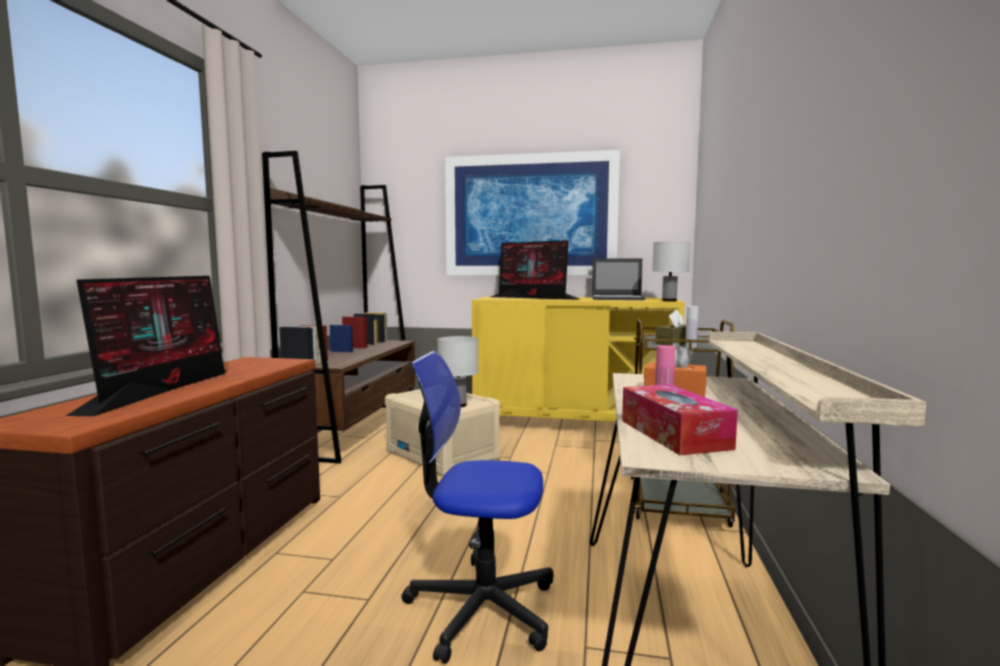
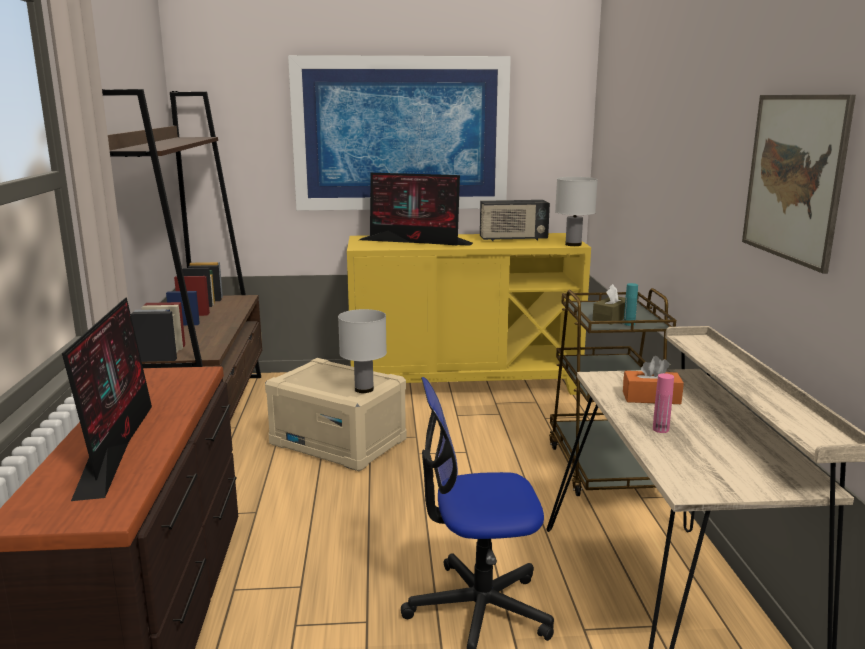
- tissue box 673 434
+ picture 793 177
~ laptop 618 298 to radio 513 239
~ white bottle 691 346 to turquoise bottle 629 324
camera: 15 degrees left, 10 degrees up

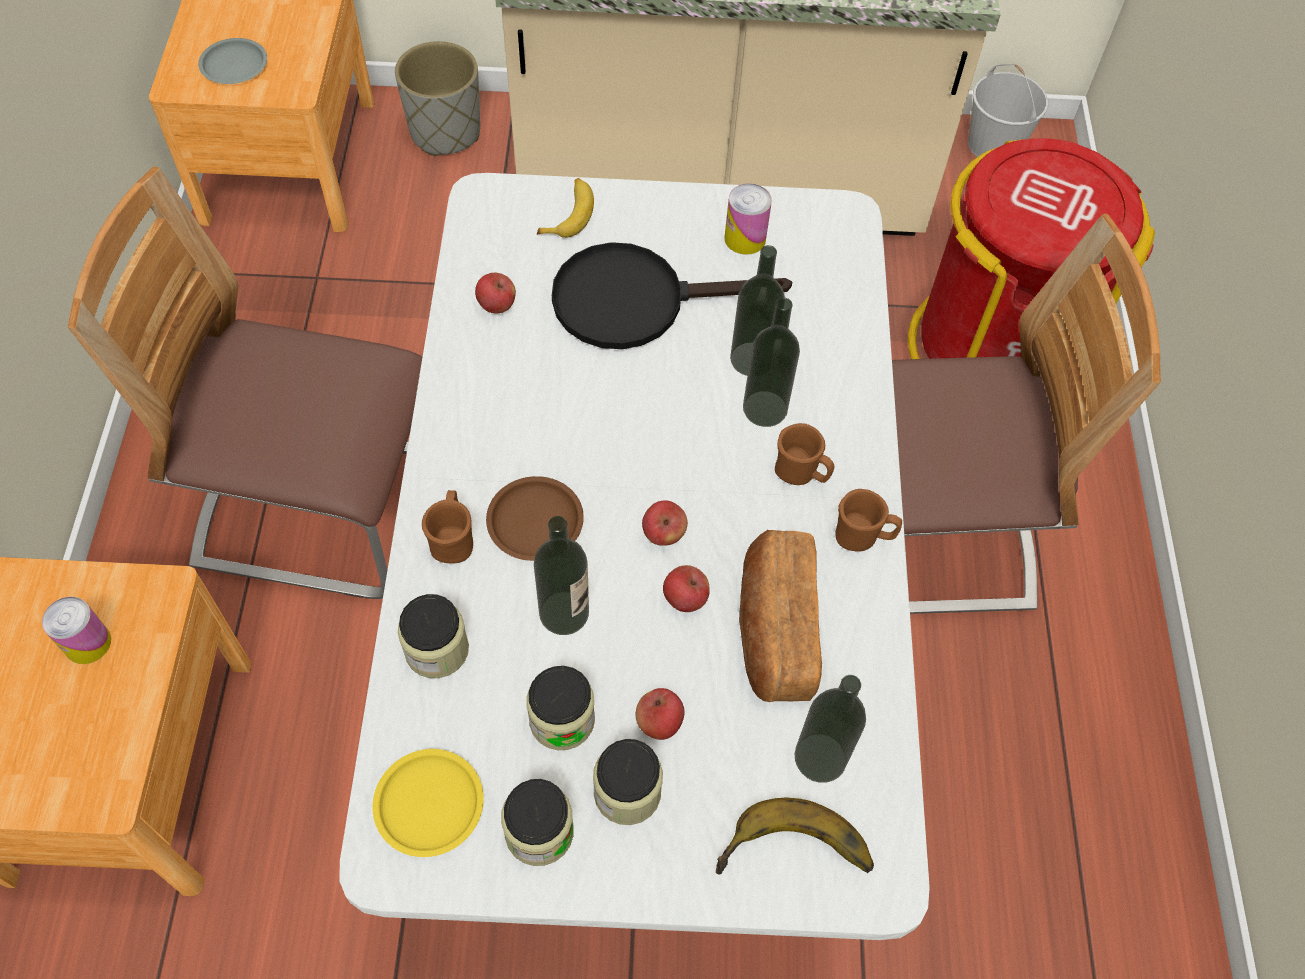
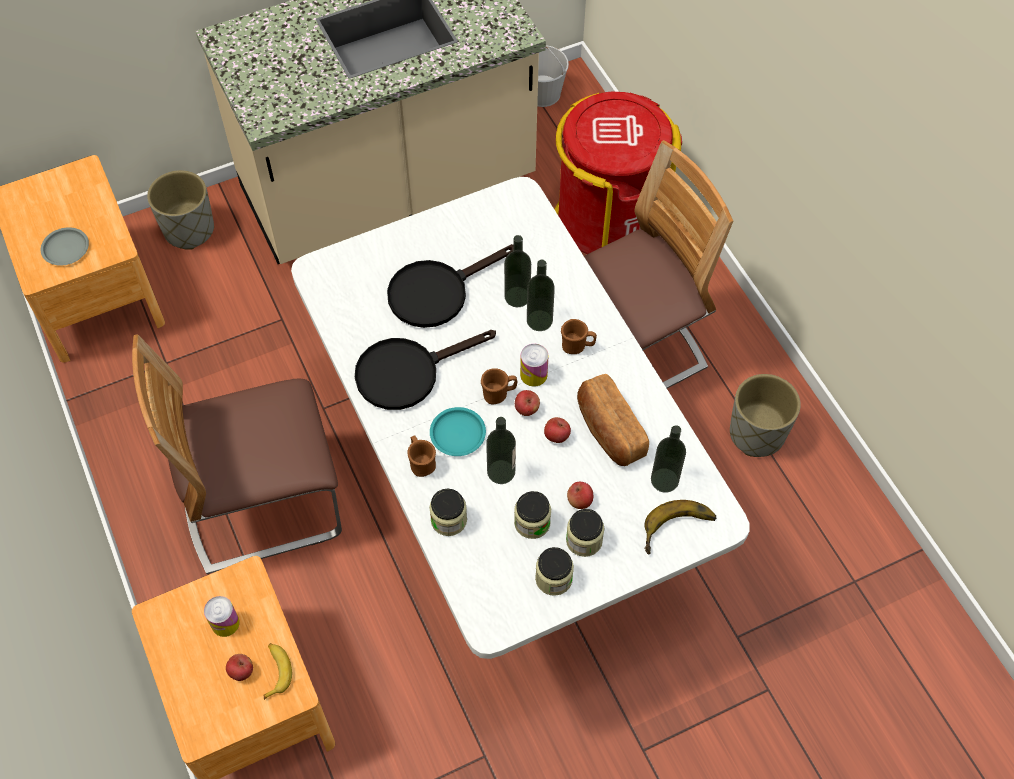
- yellow plate 430 804
+ black frying pan 408 372
+ grey planter 757 434
~ apple 496 305 to 241 671
~ banana 569 214 to 275 671
~ can 745 238 to 533 374
~ brown mug 862 537 to 499 394
~ brown plate 534 521 to turquoise plate 457 434
camera: 25 degrees left, 0 degrees up

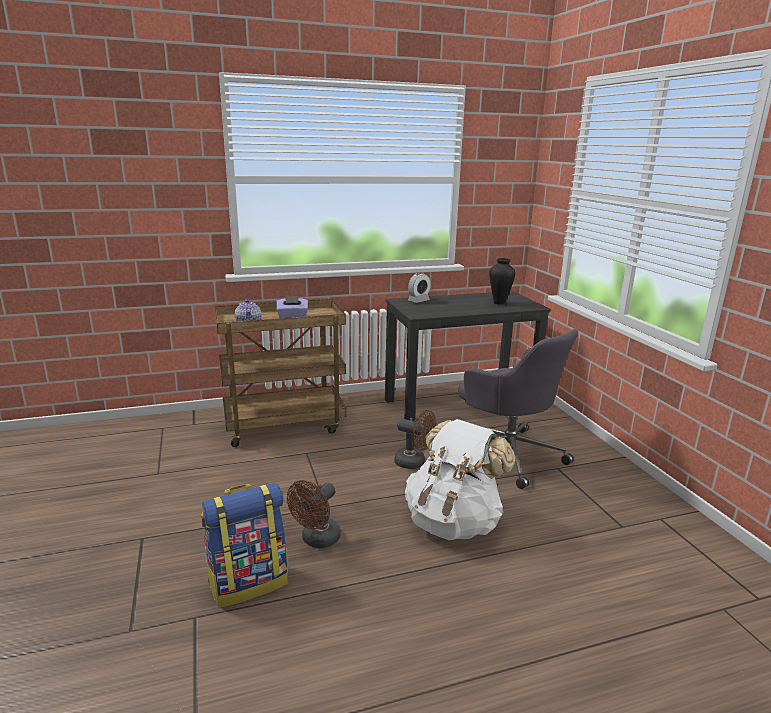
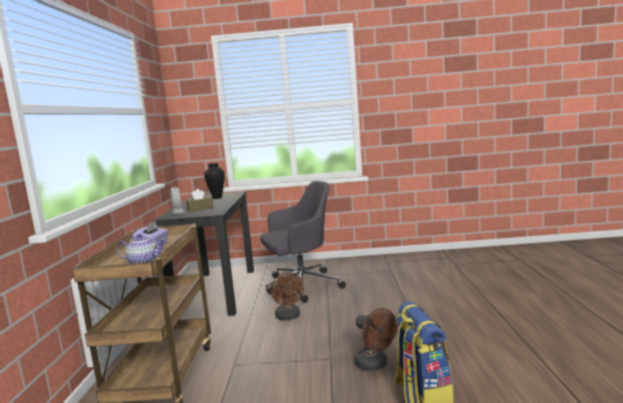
- white backpack 453 522
+ brown tissue box 200 209
~ brown fan 414 462 = 289 317 120 degrees clockwise
camera: 70 degrees left, 10 degrees down

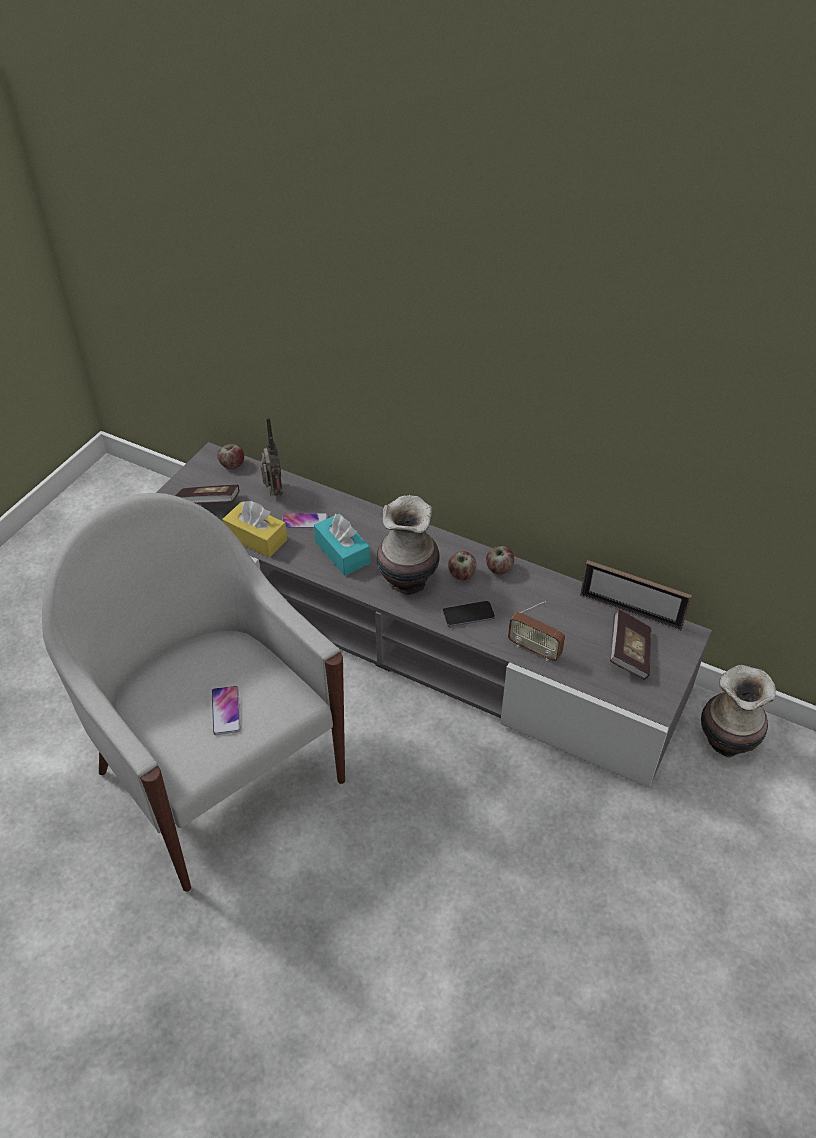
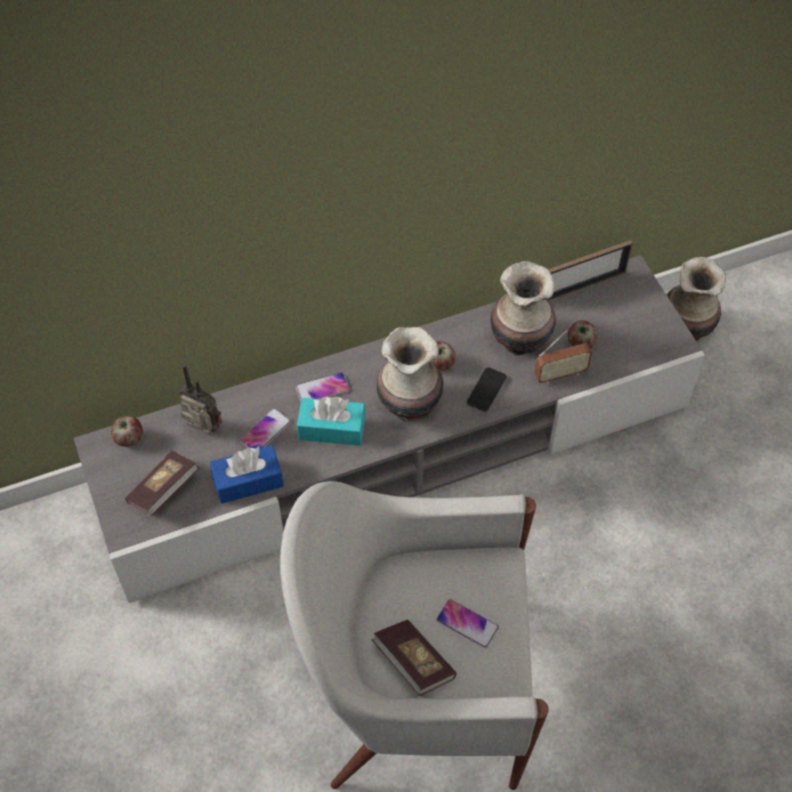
+ phone 322 389
+ vase 521 340
~ apple 499 569 to 580 343
~ book 629 653 to 413 663
~ yellow tissue box 256 538 to blue tissue box 248 481
camera: 50 degrees left, 10 degrees up

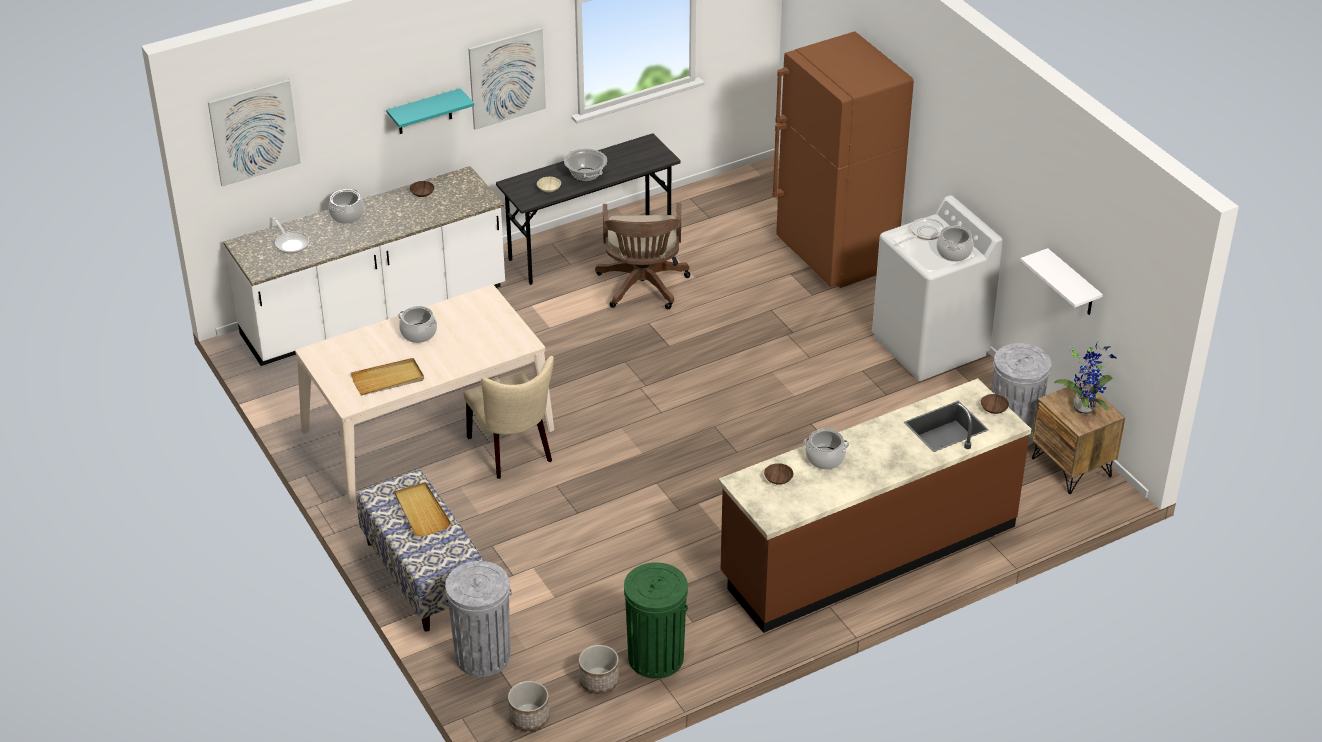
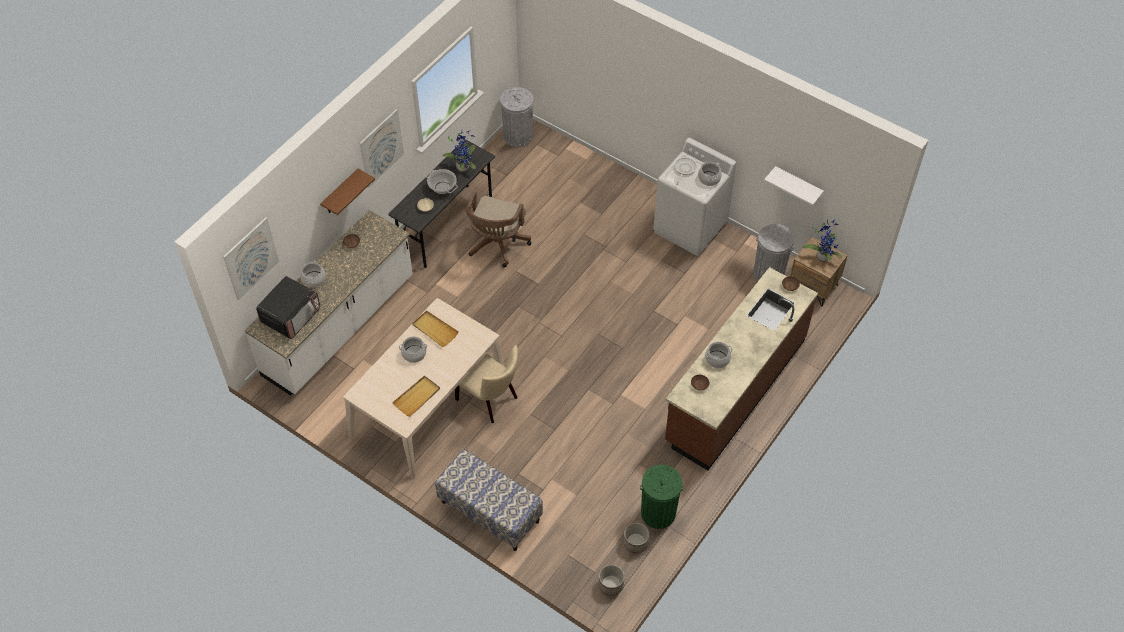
- brown fridge 835 256
+ potted plant 463 166
~ beige tray 421 511 to 435 330
~ grey trash can 483 656 to 518 136
~ frying pan 291 243 to microwave 291 315
~ turquoise shelf 424 112 to brown shelf 340 193
~ brown office chair 642 288 = 497 245 45 degrees clockwise
camera: 25 degrees left, 15 degrees up

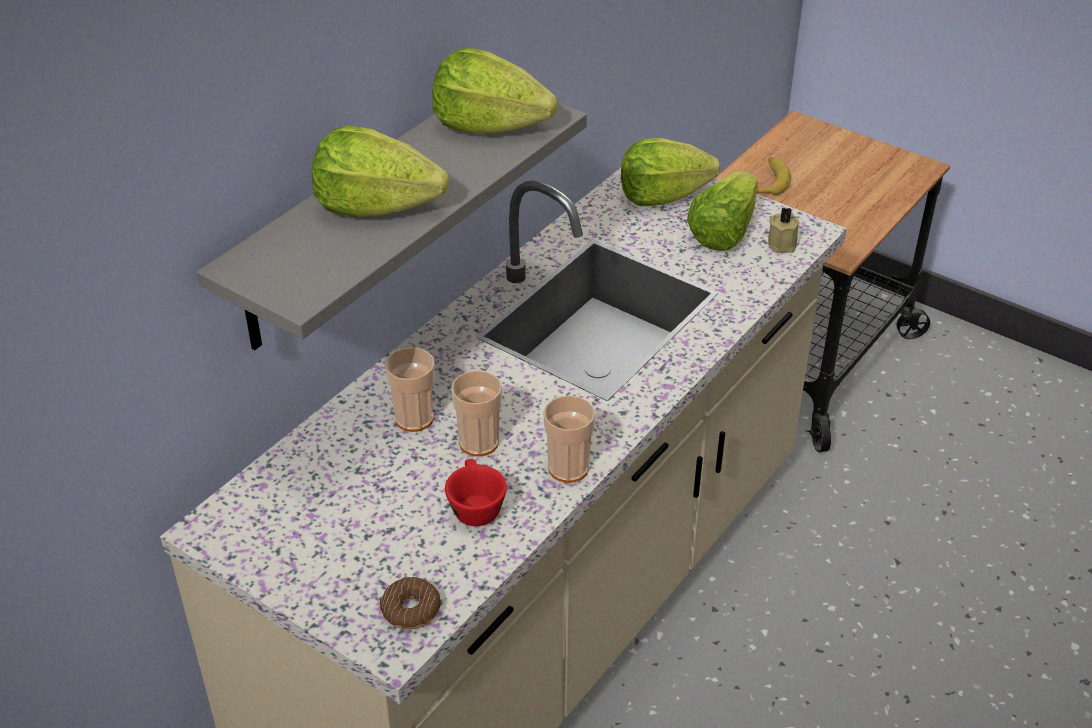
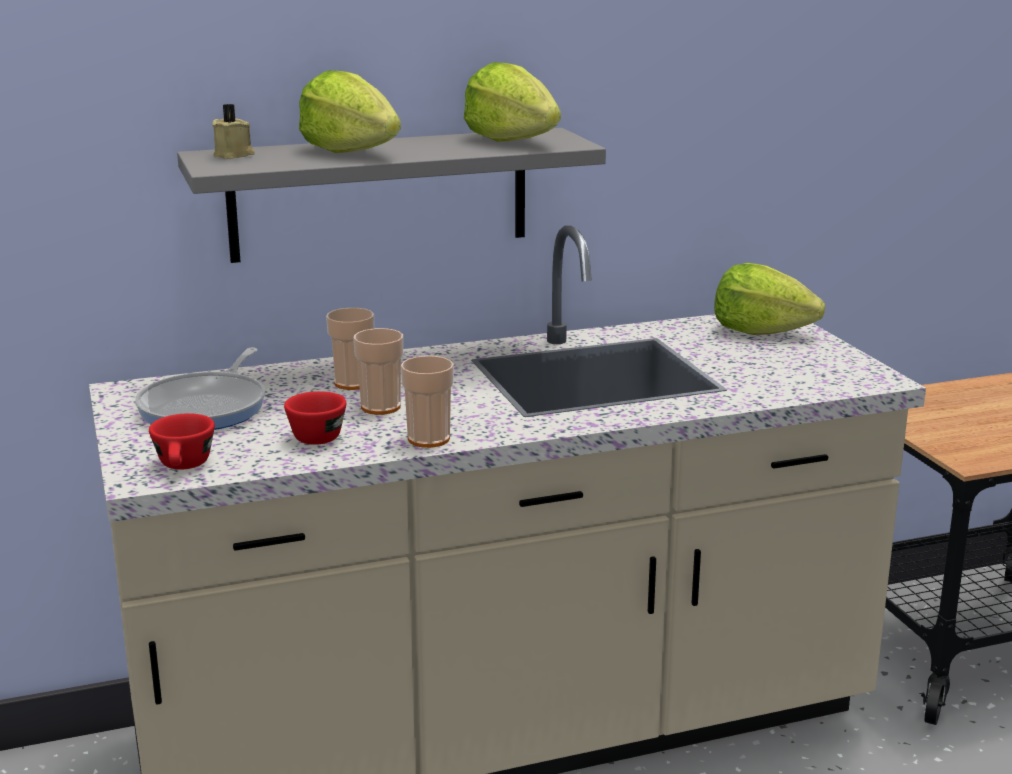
- lettuce 723 231
- banana 771 181
+ frying pan 207 407
~ beige candle 783 243 to 234 155
~ donut 411 610 to red cup 184 467
camera: 35 degrees right, 20 degrees down

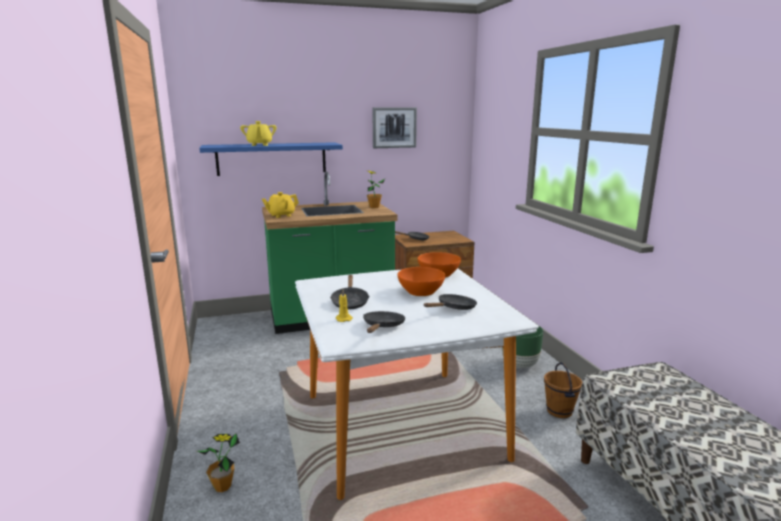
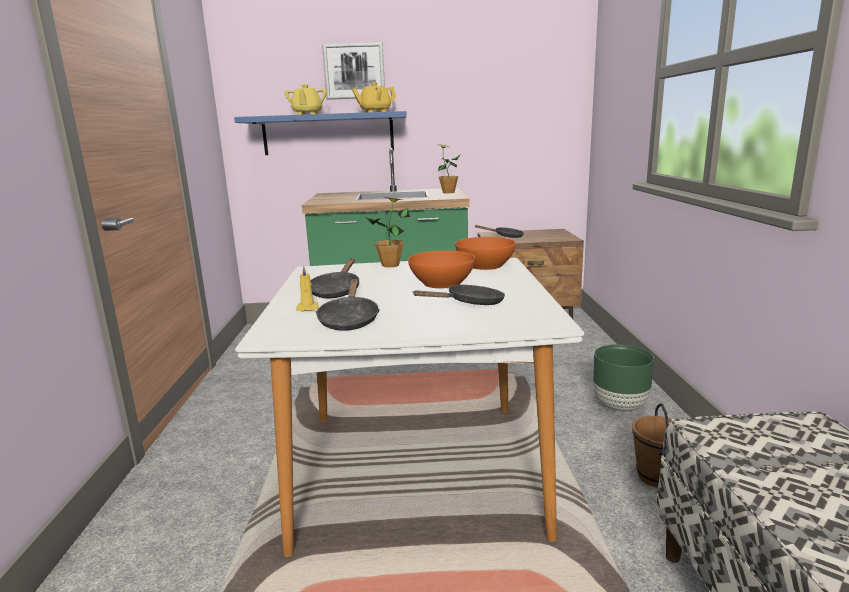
~ potted plant 222 486 to 390 265
~ yellow teapot 281 215 to 375 112
~ picture 394 127 to 354 71
~ black frying pan 382 327 = 349 320 150 degrees clockwise
camera: 15 degrees right, 0 degrees up

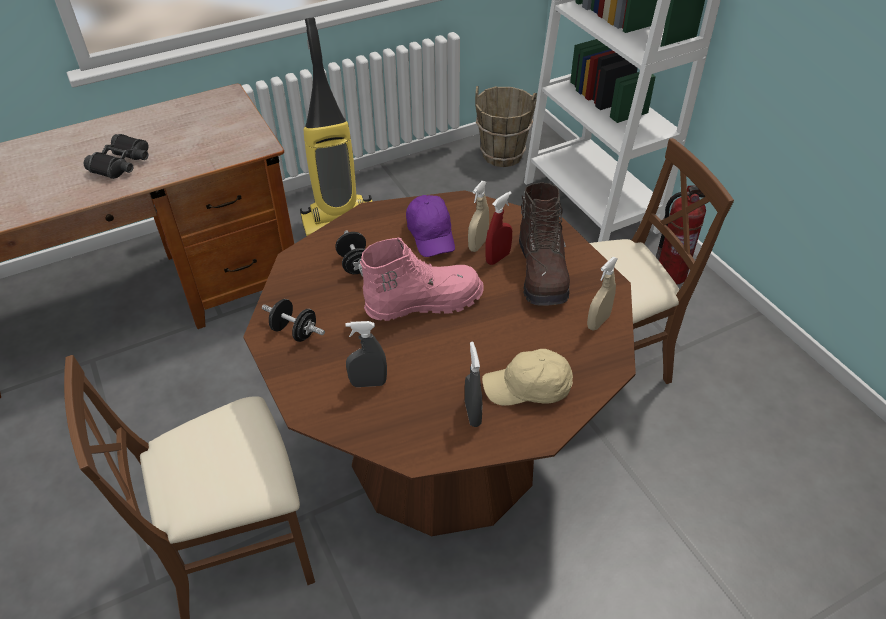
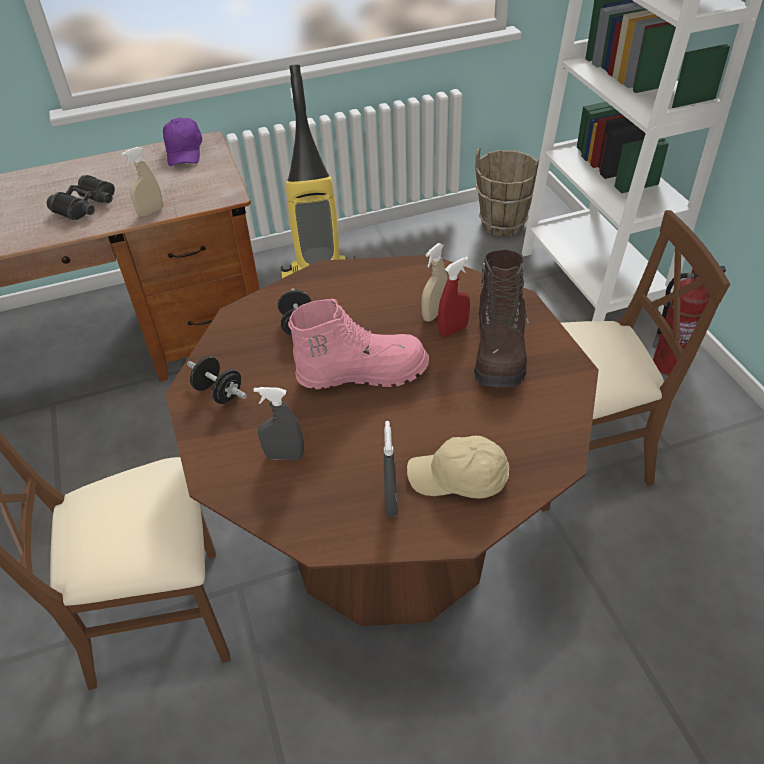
~ purple cap 431 235 to 185 152
~ beige spray bottle 598 322 to 151 212
camera: 10 degrees right, 0 degrees up

